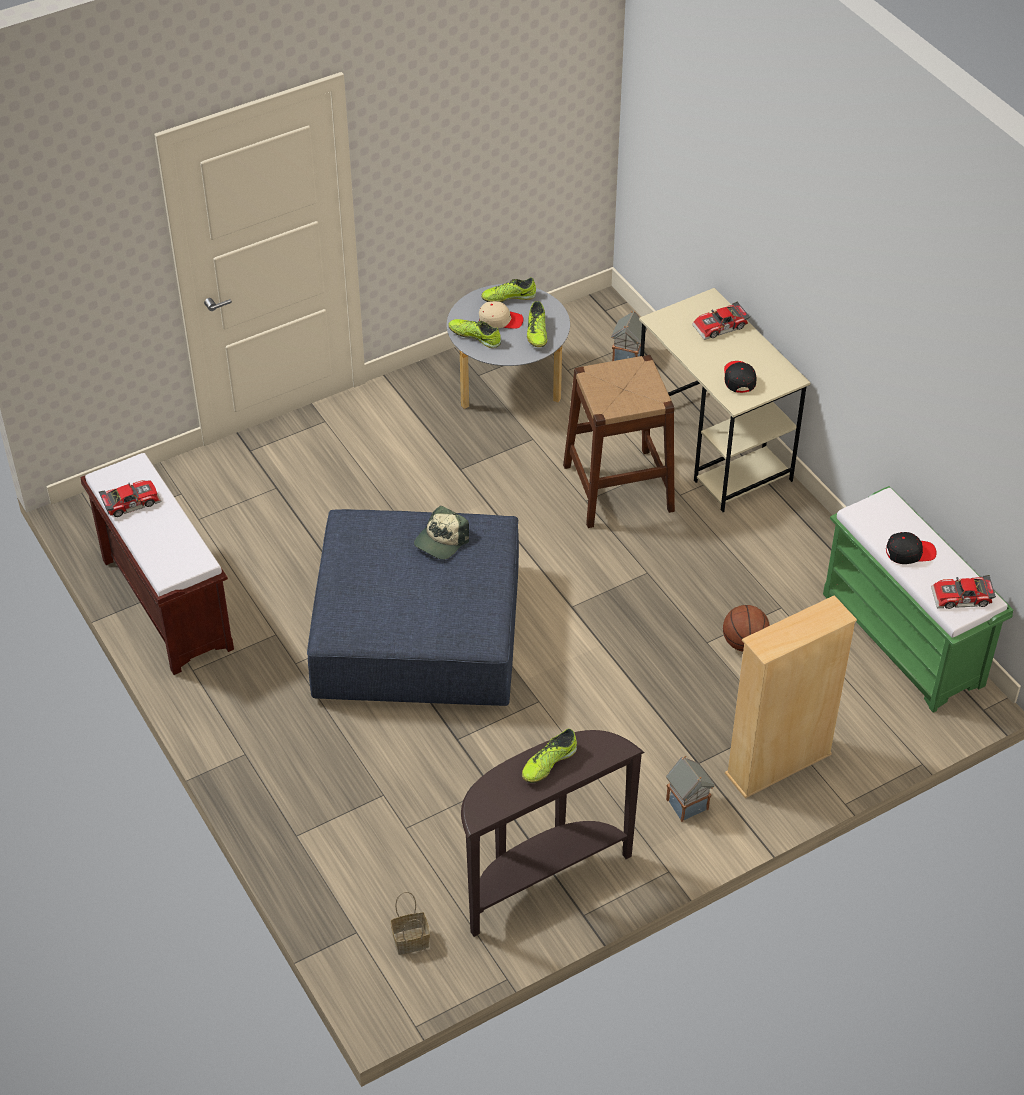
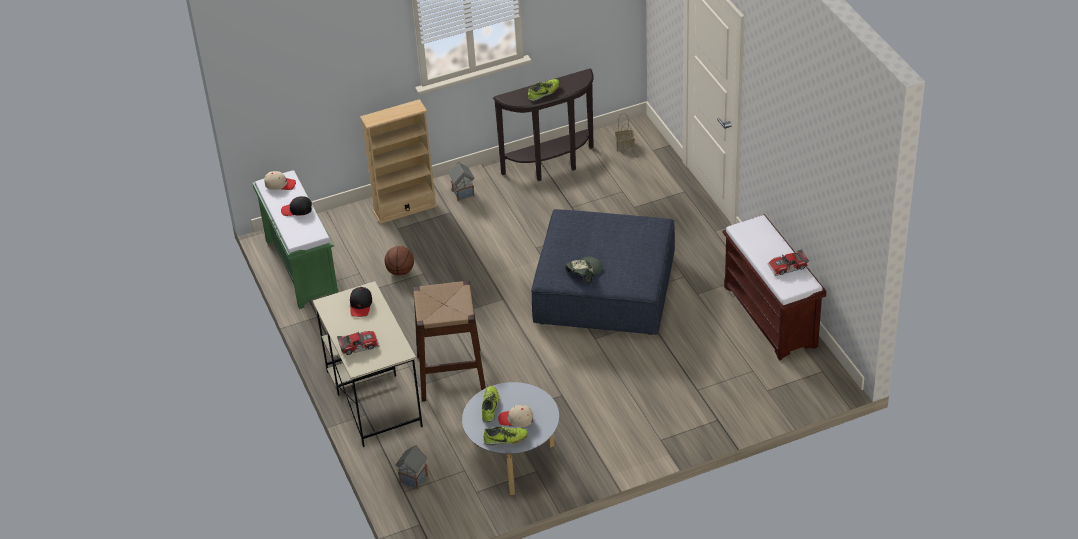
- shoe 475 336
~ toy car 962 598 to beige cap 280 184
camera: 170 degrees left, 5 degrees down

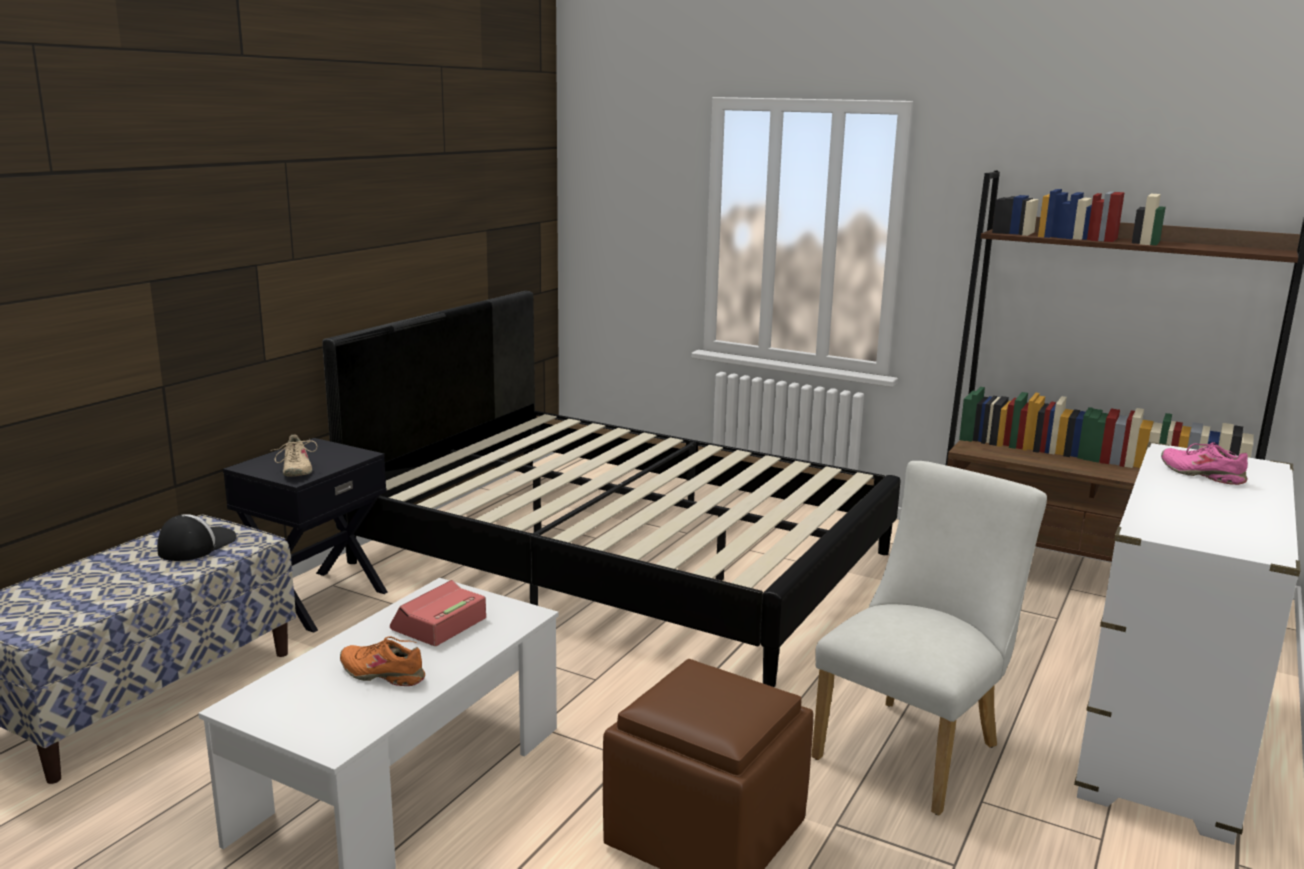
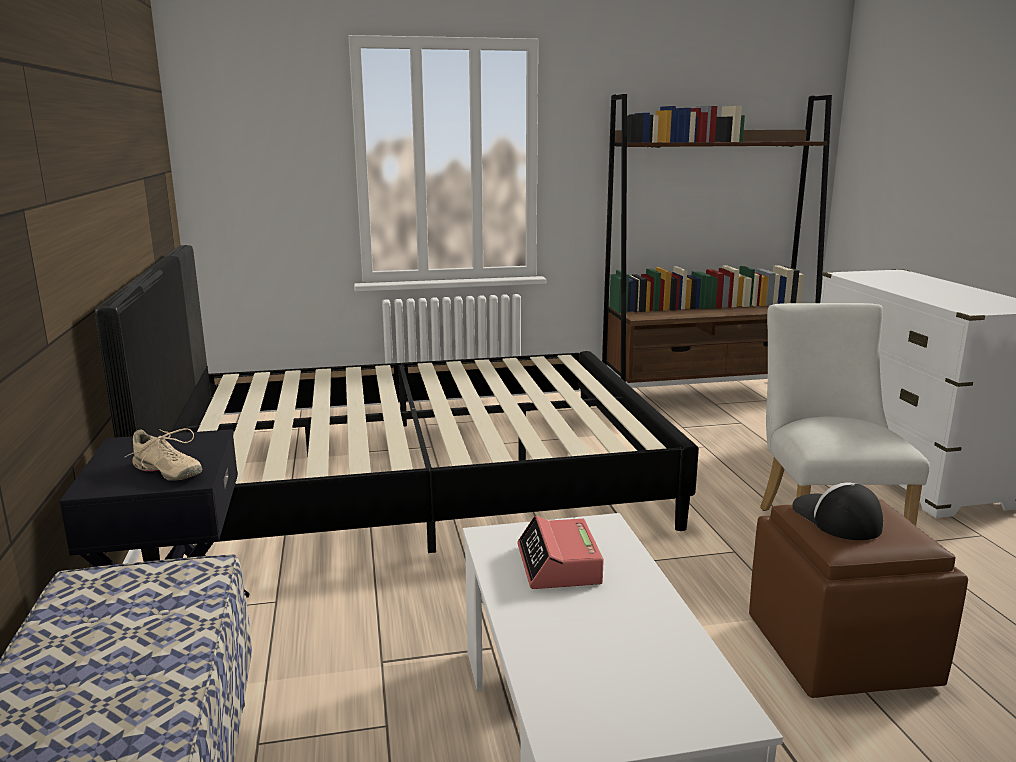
- orange shoe 383 674
- pink shoe 1202 474
~ cap 196 545 to 836 518
camera: 40 degrees left, 0 degrees up

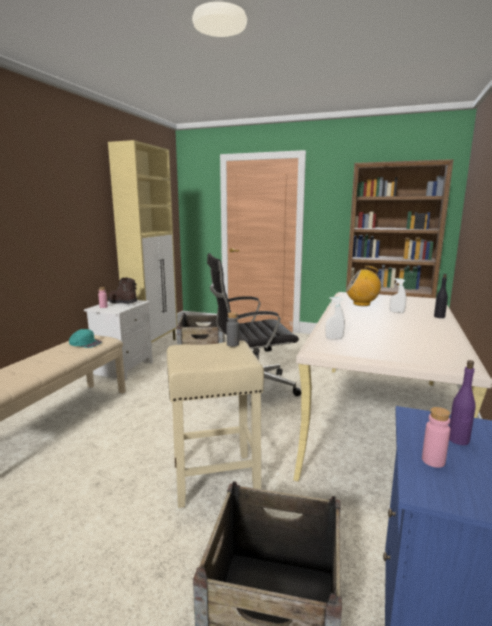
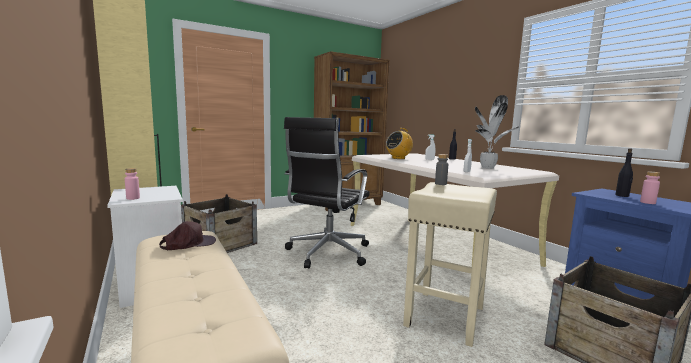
- brown boot 122 302
+ potted plant 488 167
~ turquoise cap 85 343 to brown cap 188 243
~ purple bottle 458 440 to black bottle 622 195
camera: 50 degrees left, 5 degrees down

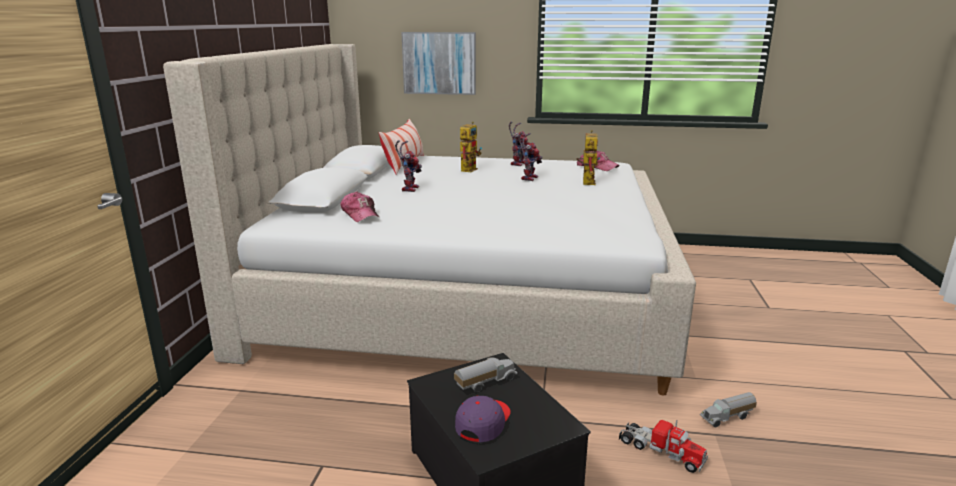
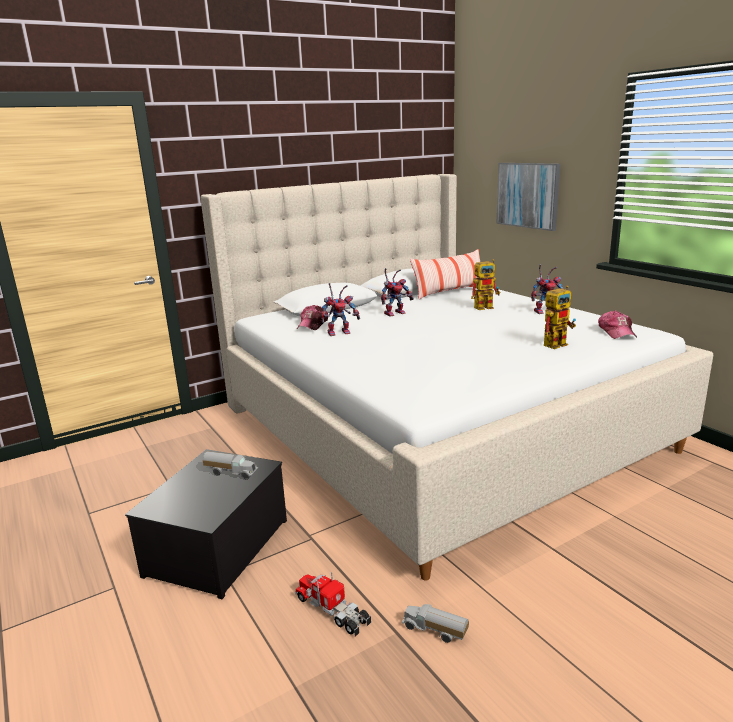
- purple cap 483 423
~ toy robot 528 177 to 340 332
~ toy truck 661 451 = 332 610 135 degrees clockwise
camera: 50 degrees right, 0 degrees up

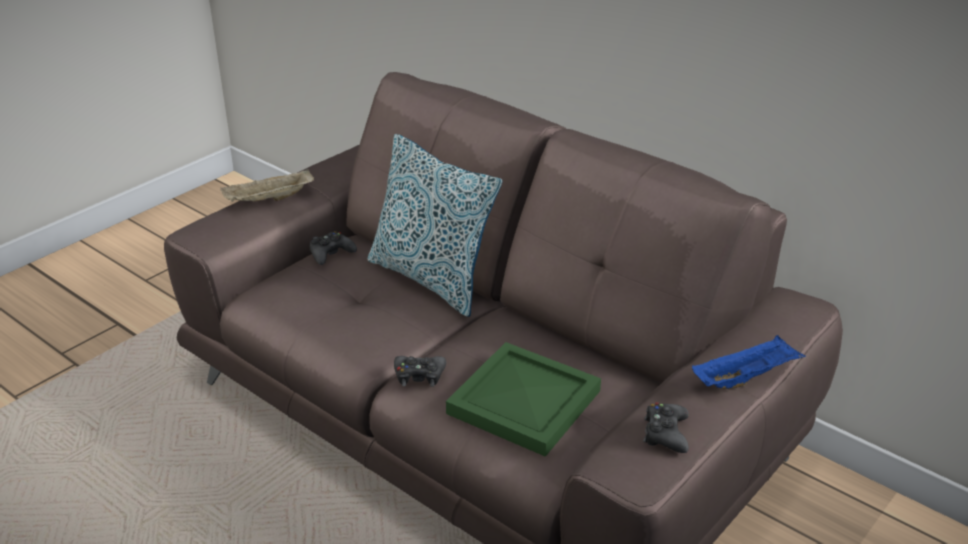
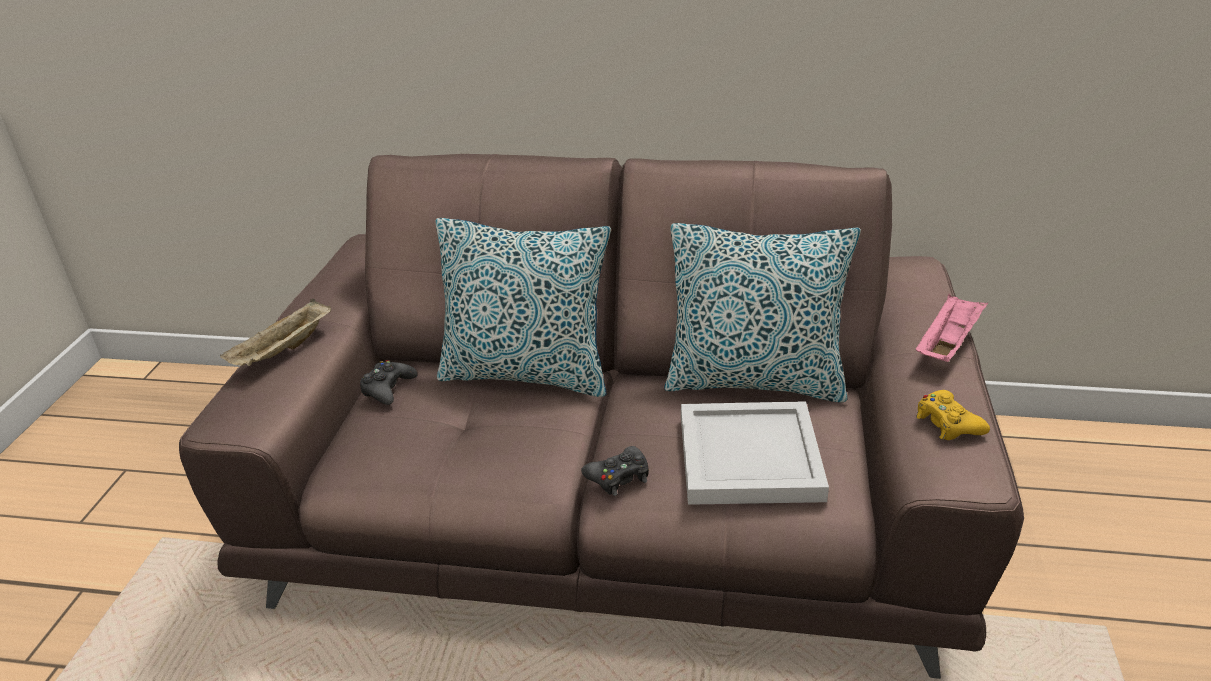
+ pillow 755 381
~ green tray 524 404 to white tray 751 459
~ black game controller 665 433 to yellow game controller 948 423
~ blue tray 745 377 to pink tray 947 344
camera: 30 degrees left, 0 degrees up

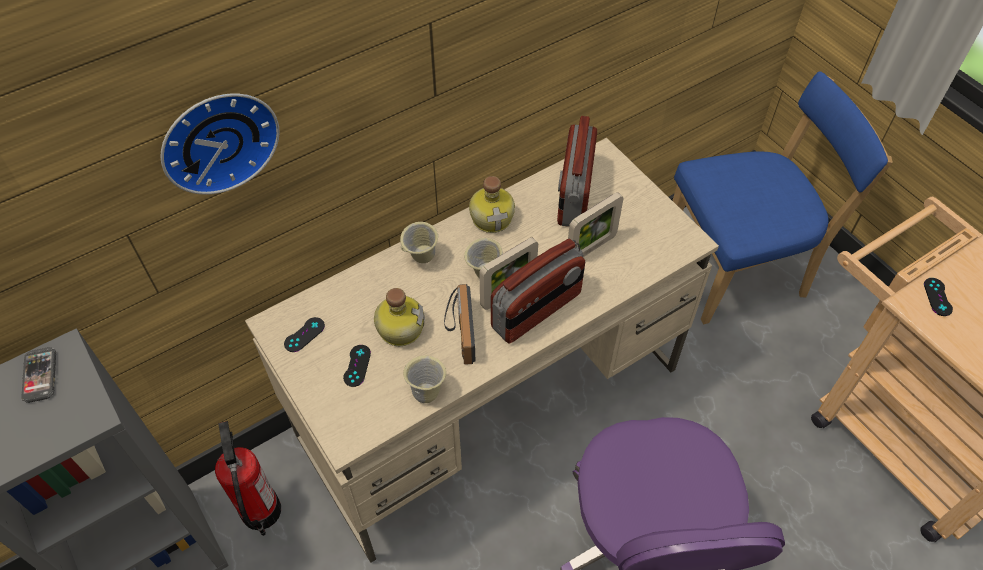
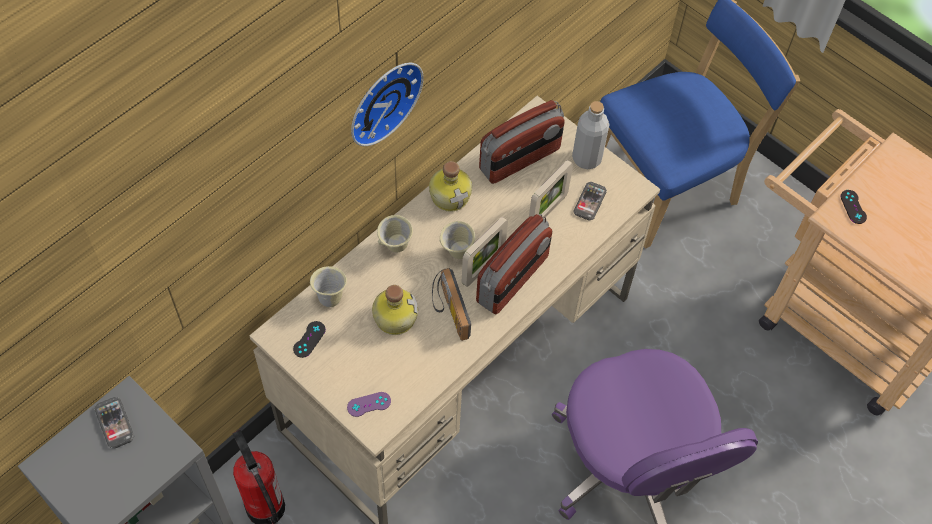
- black game controller 357 365
+ purple game controller 369 404
+ grey bottle 586 158
+ phone 589 202
~ wall clock 217 139 to 381 100
~ beige mug 427 391 to 330 297
~ radio 574 194 = 520 160 120 degrees counterclockwise
camera: 15 degrees left, 5 degrees up

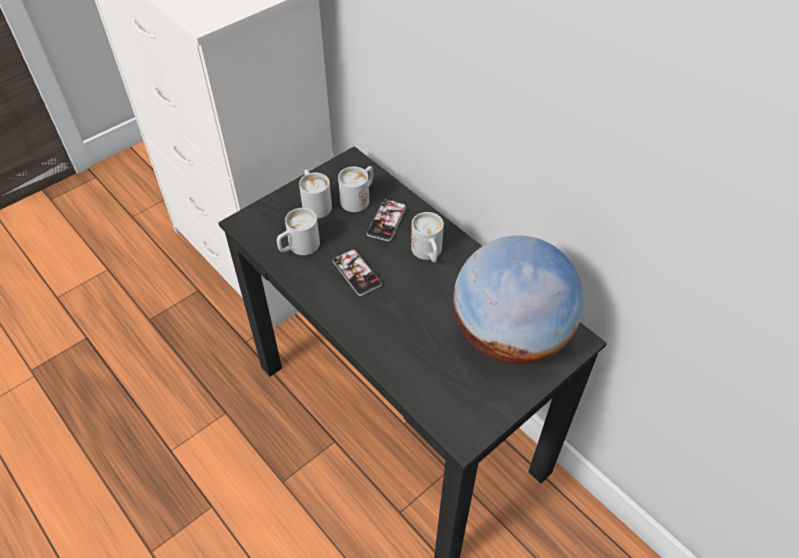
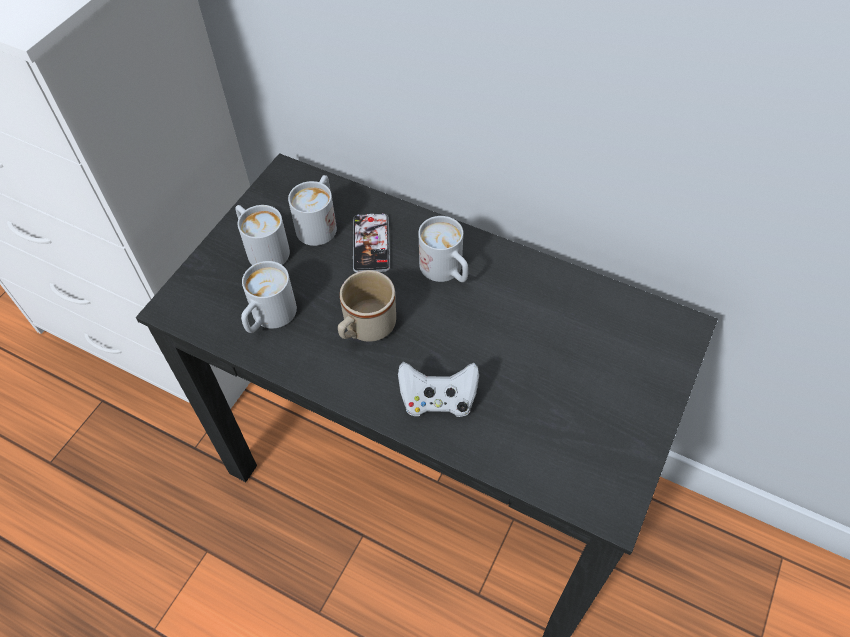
- globe 509 336
+ white game controller 438 400
~ phone 357 273 to beige mug 365 329
camera: 20 degrees left, 5 degrees up

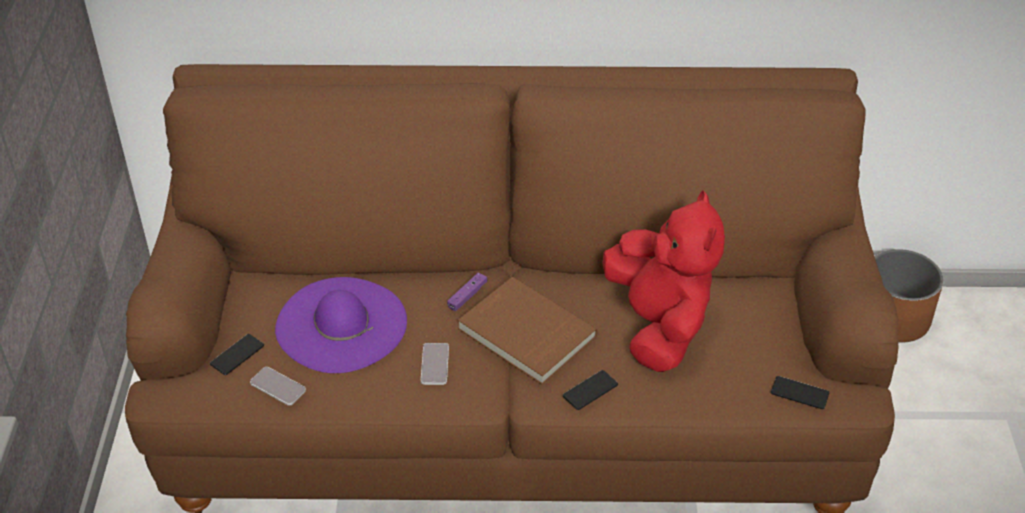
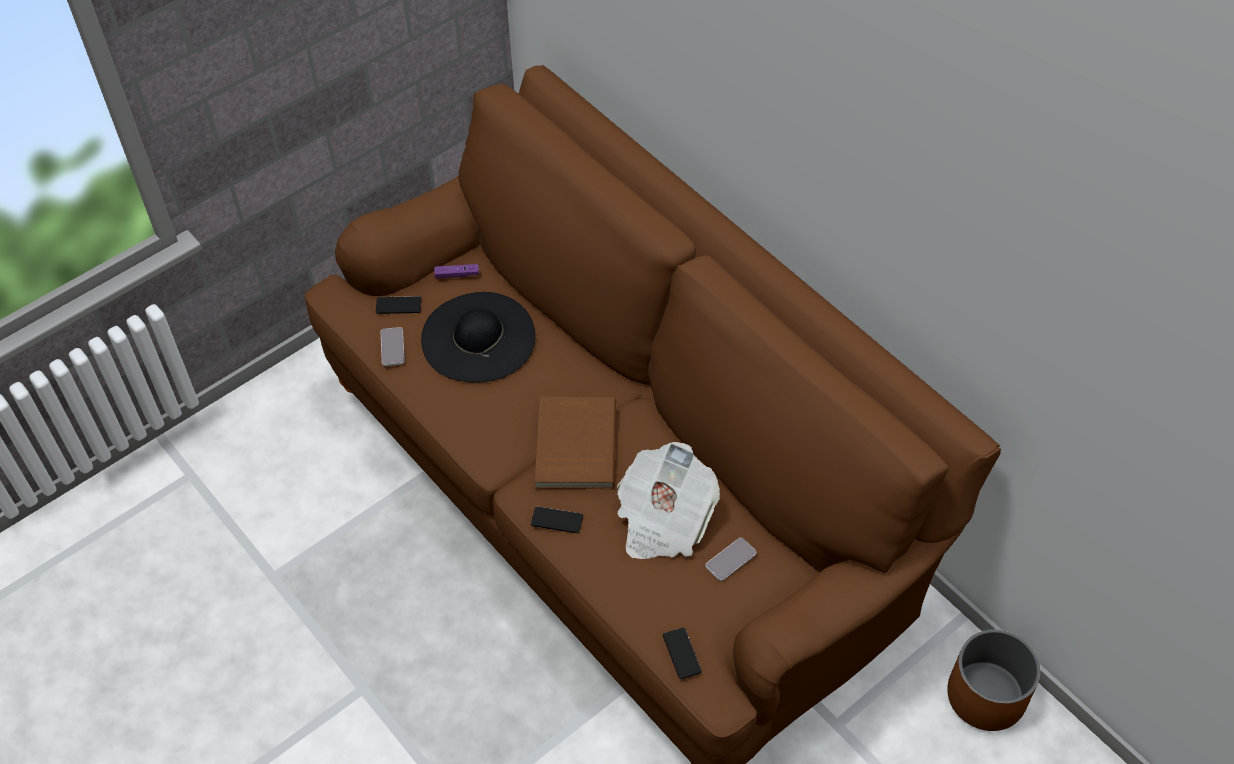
~ phone 435 364 to 731 560
~ purple game controller 467 296 to 457 275
~ red plush toy 659 325 to newspaper 663 519
~ purple hat 341 324 to black hat 478 337
camera: 50 degrees right, 10 degrees up

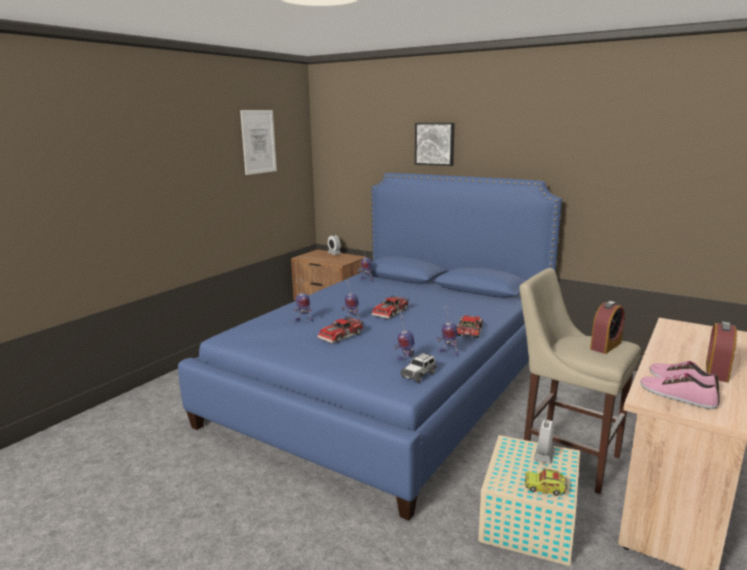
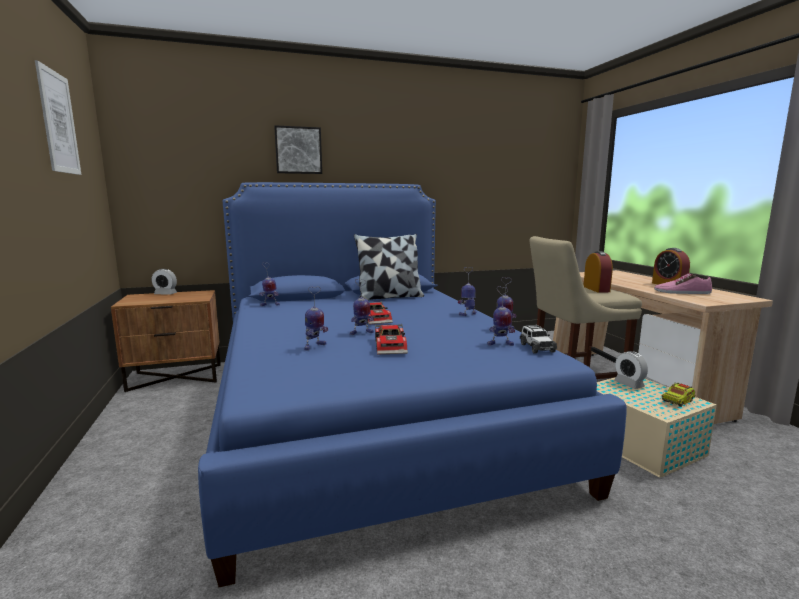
- shoe 677 396
+ pillow 389 297
~ toy car 468 331 to toy robot 468 314
camera: 50 degrees left, 5 degrees down

